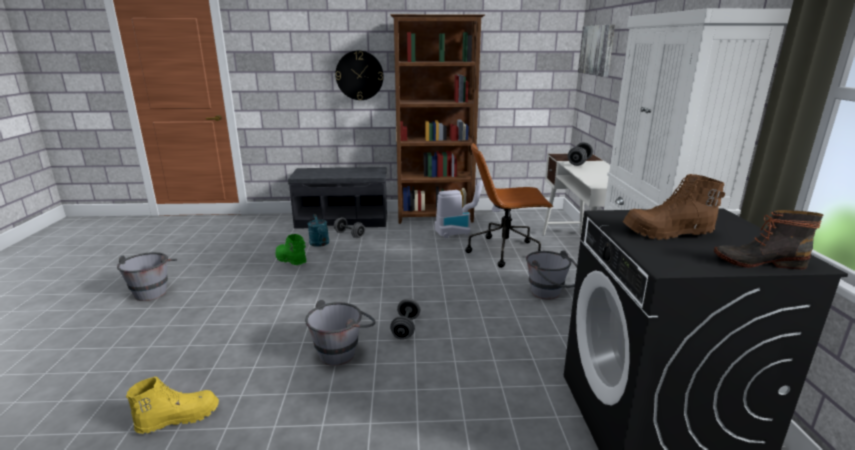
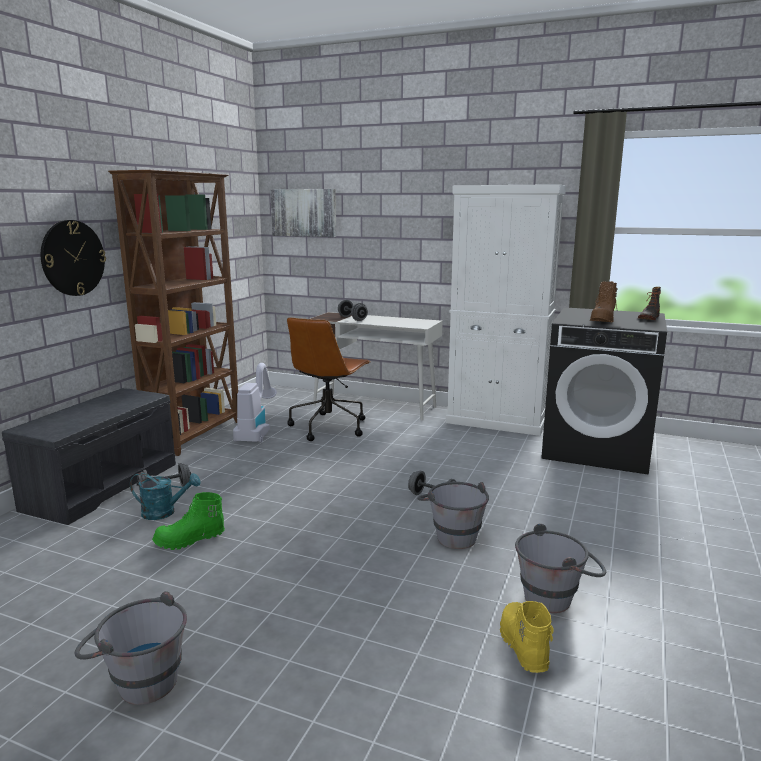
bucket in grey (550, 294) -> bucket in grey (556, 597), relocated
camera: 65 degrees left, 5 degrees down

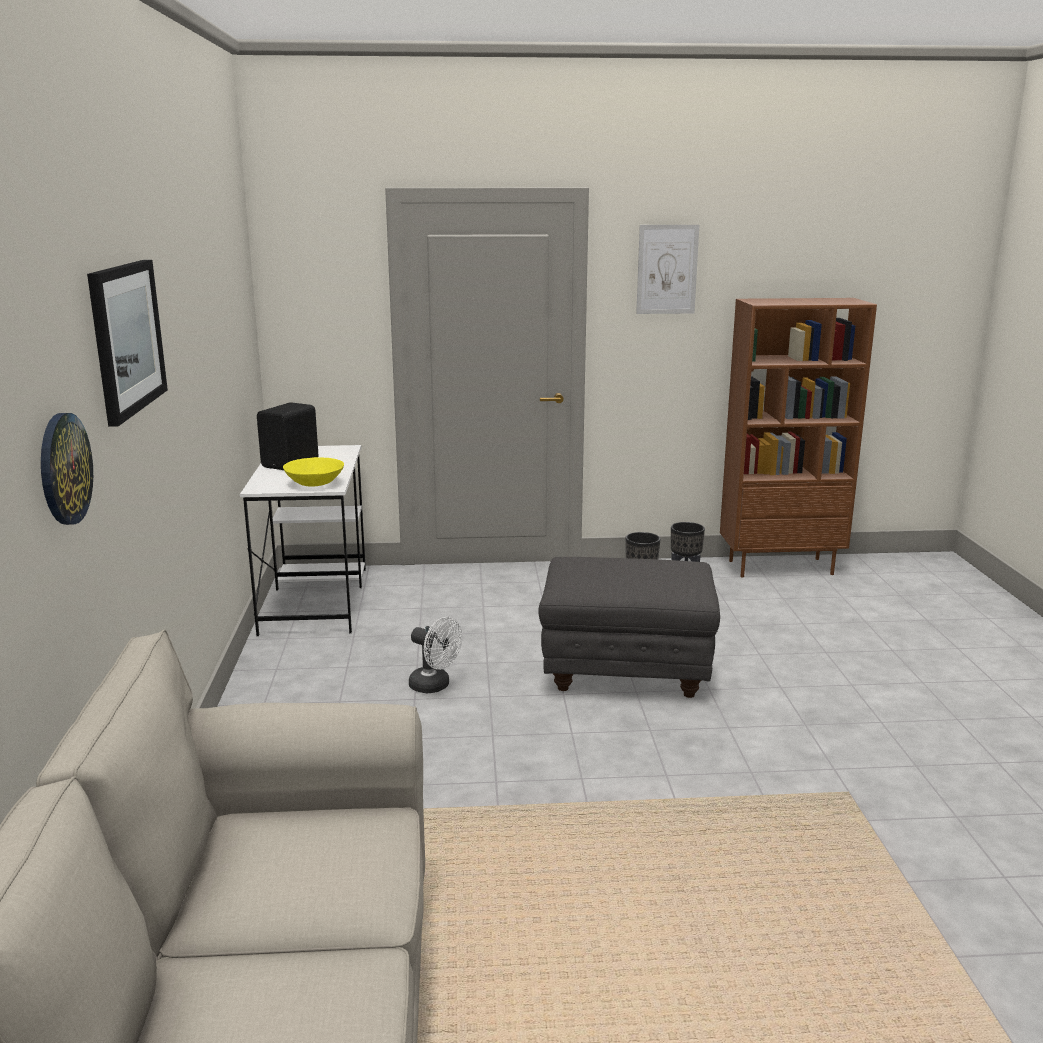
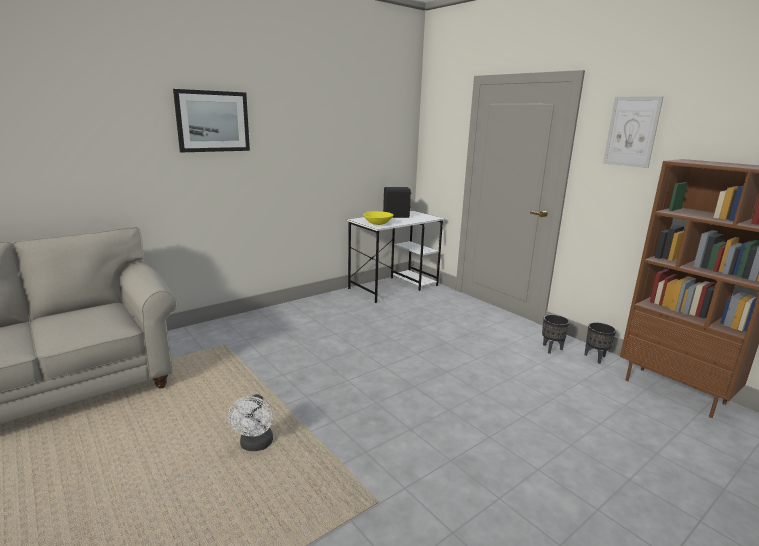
fan in white (435, 686) -> fan in white (255, 445), relocated
wall clock (64, 468) -> none
ottoman in grey (627, 674) -> none
camera: 55 degrees right, 0 degrees up

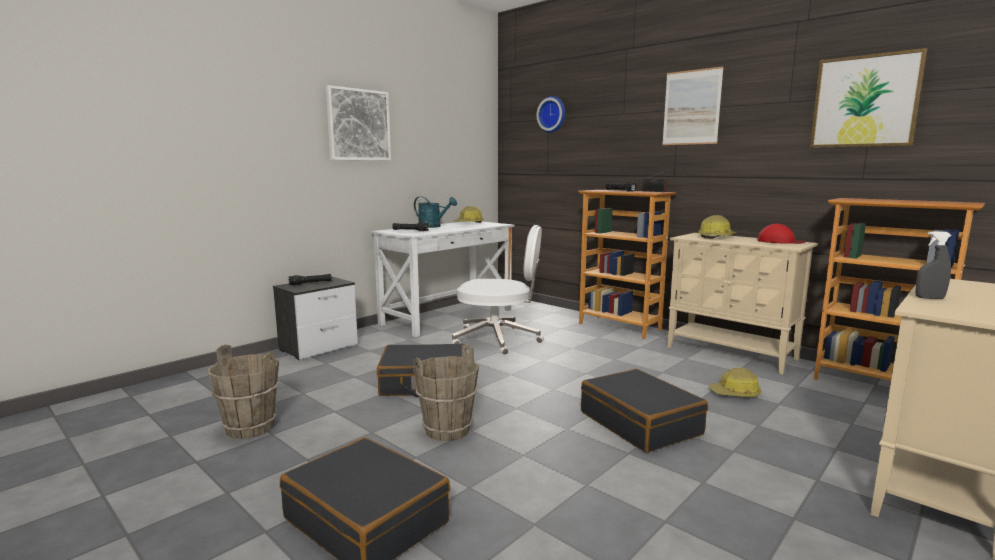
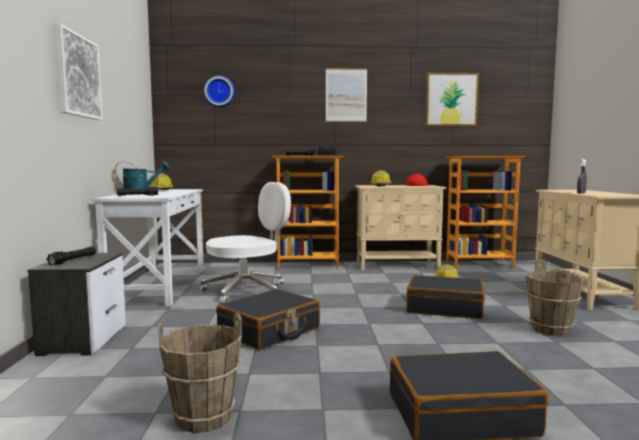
bucket in brown (448, 430) -> bucket in brown (551, 329), relocated
camera: 45 degrees left, 5 degrees down

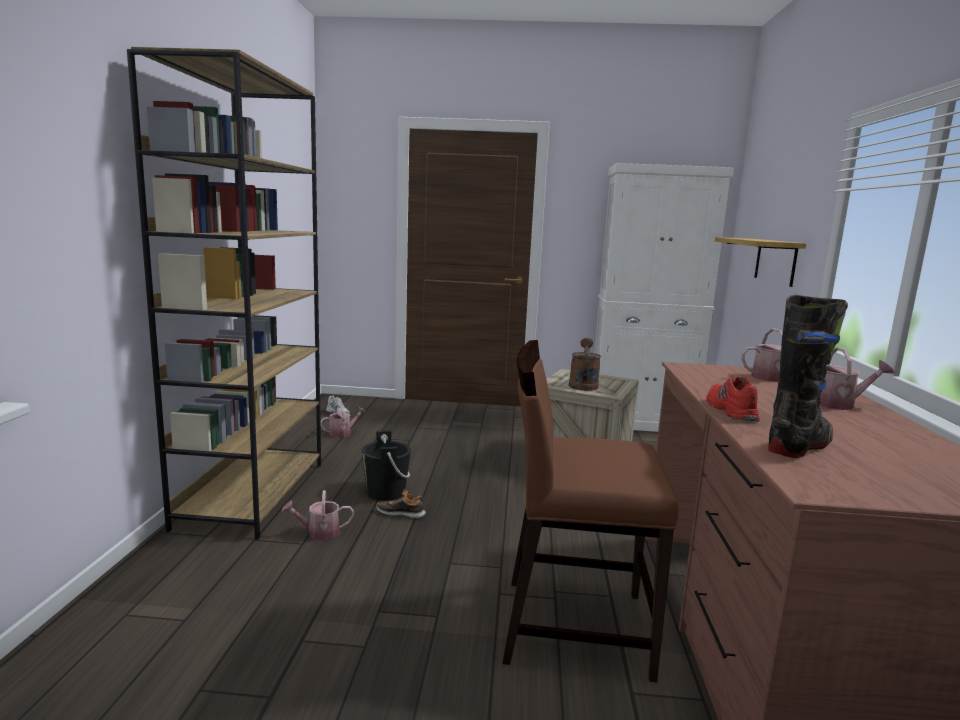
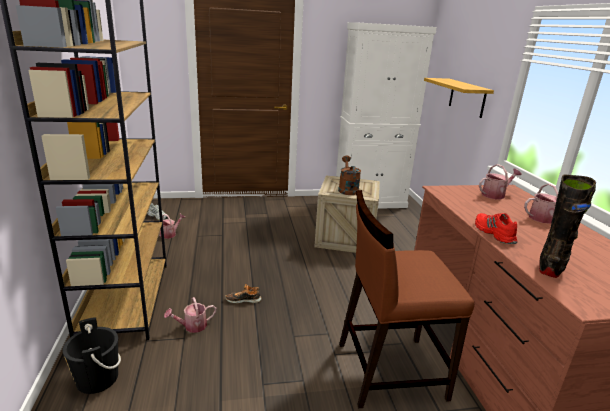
bucket in black (385, 492) -> bucket in black (97, 378), relocated
camera: 15 degrees left, 10 degrees up

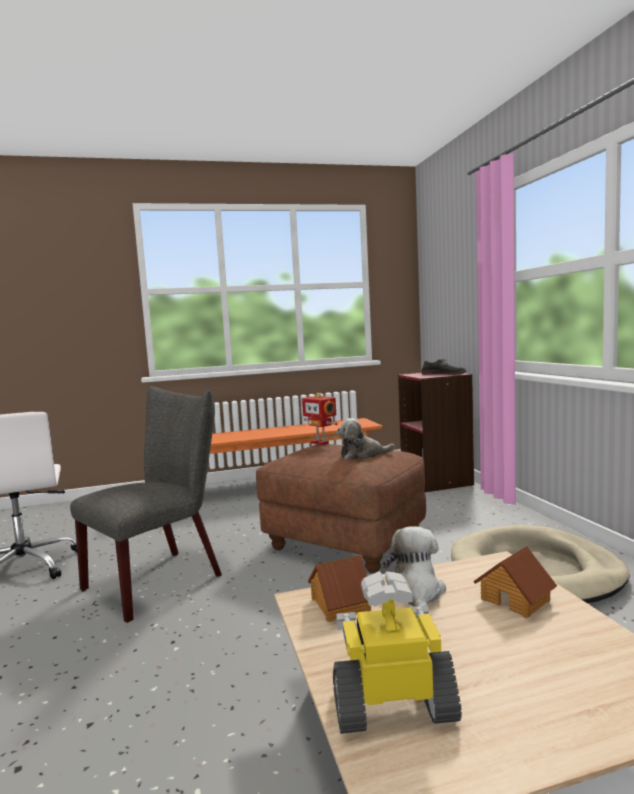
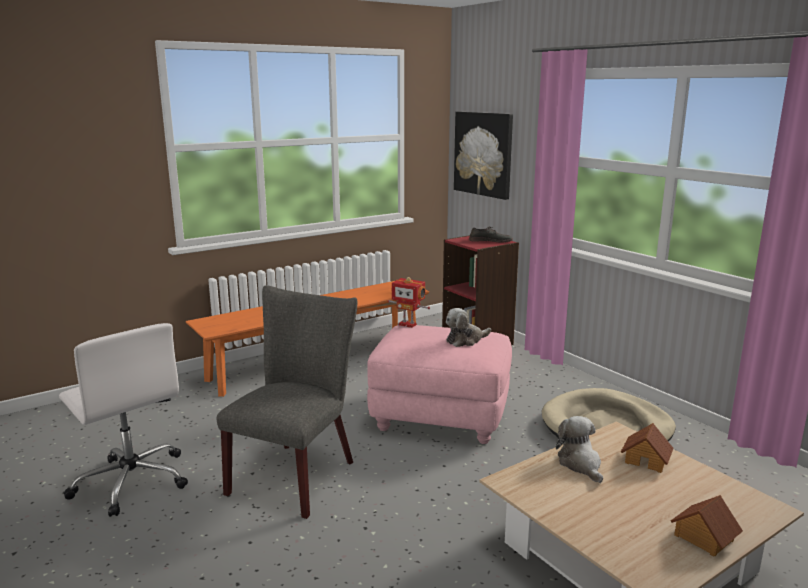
ottoman in brown (345, 543) -> ottoman in pink (441, 417)
none -> picture (483, 154)
toy house (339, 604) -> toy house (703, 537), relocated
toy robot (393, 706) -> none
camera: 20 degrees left, 10 degrees up

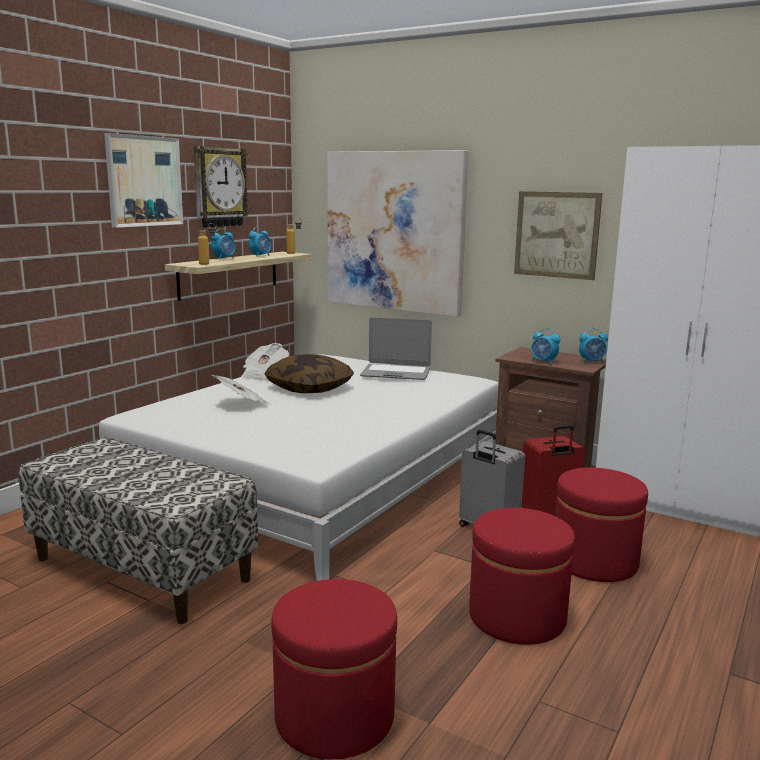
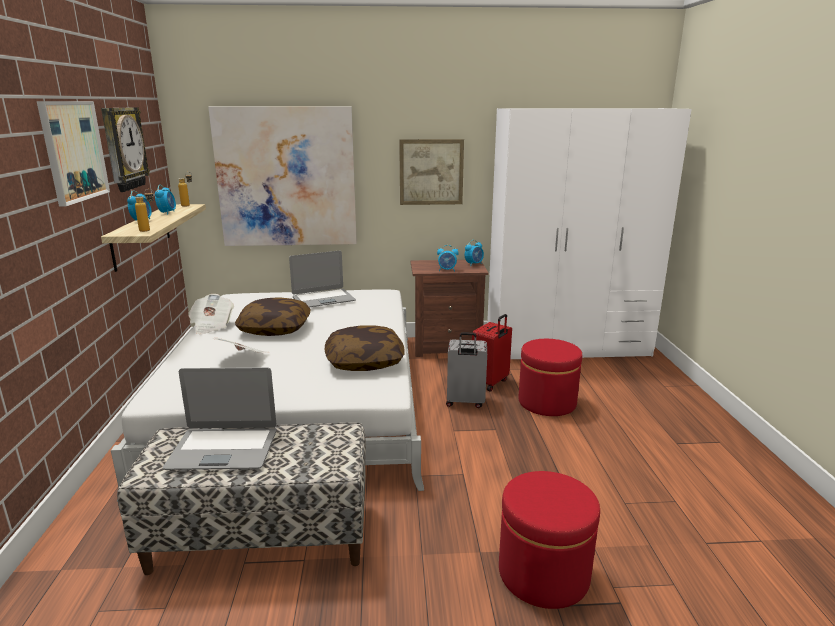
none -> laptop (223, 449)
none -> pillow (364, 361)
ottoman in red (517, 617) -> none
camera: 35 degrees left, 5 degrees up

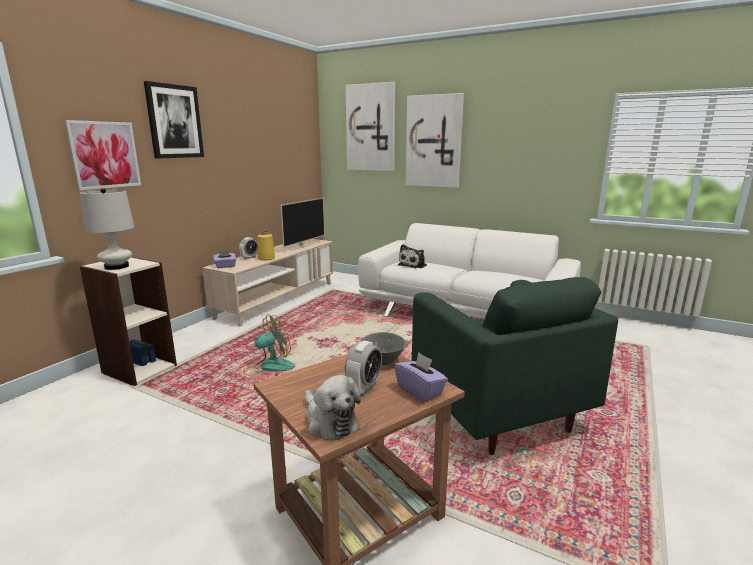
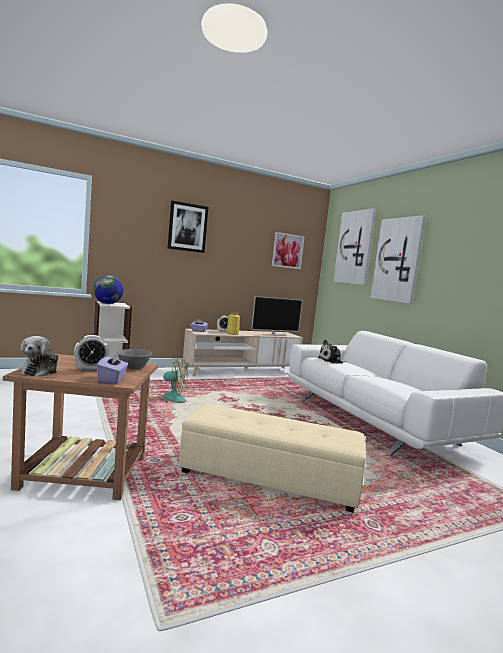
table lamp in white (117, 266) -> globe (107, 304)
armchair in green (497, 413) -> ottoman in beige (269, 479)
picture (104, 155) -> picture (287, 251), relocated
camera: 35 degrees right, 10 degrees down

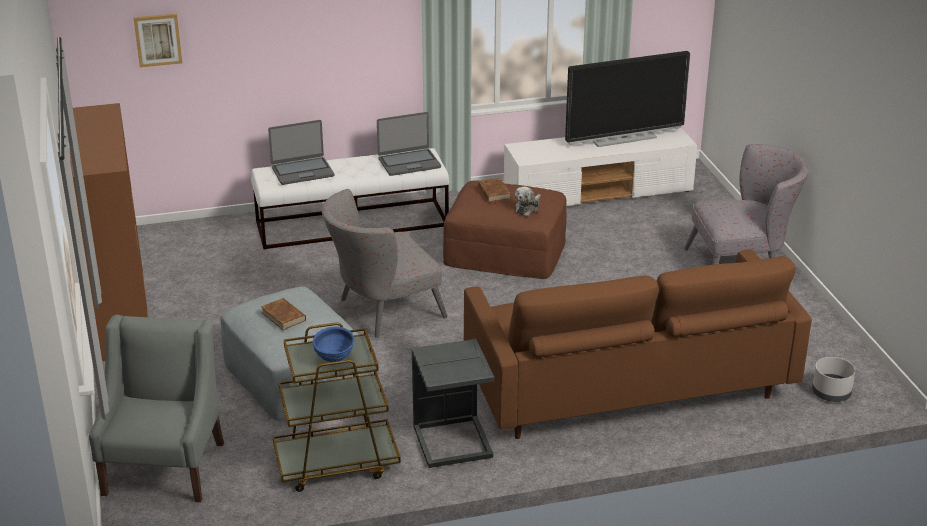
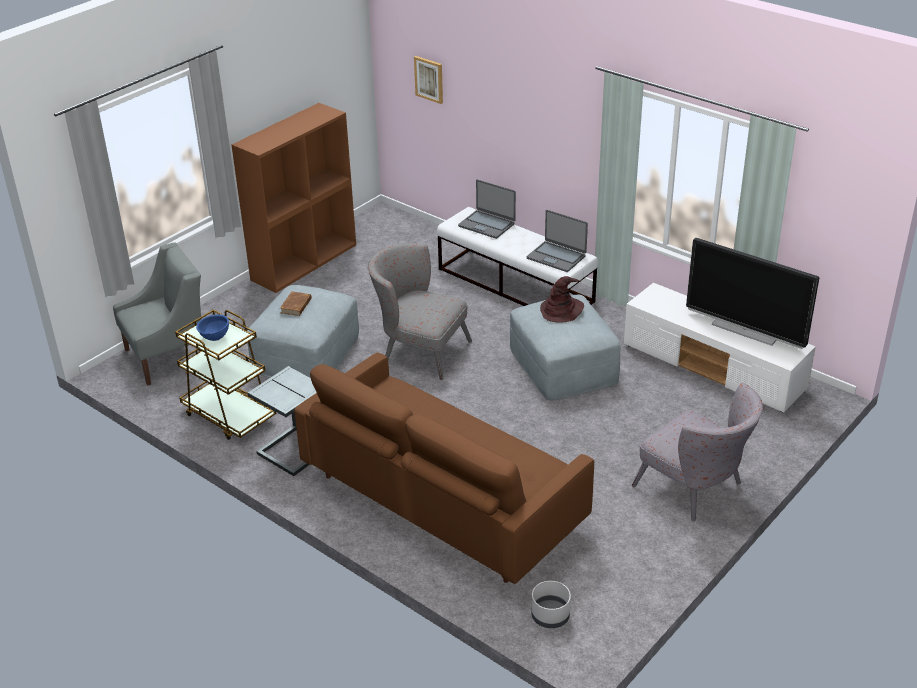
ottoman in brown (505, 251) -> ottoman in grey (563, 364)
book in brown (494, 193) -> hat in brown (561, 310)
plush toy (528, 208) -> none
camera: 55 degrees right, 5 degrees up

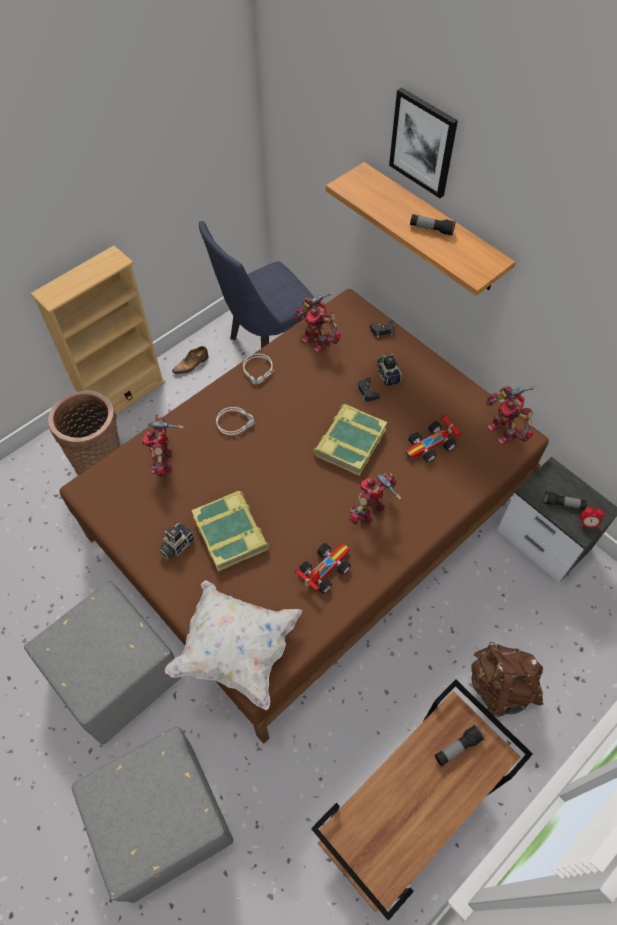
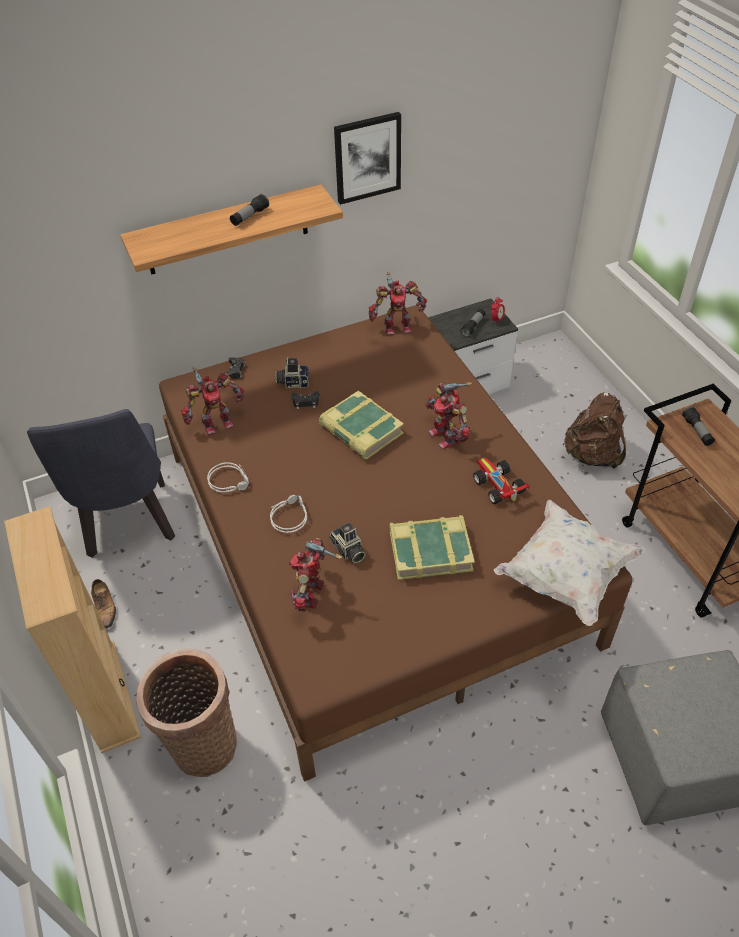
toy robot (164, 462) -> toy robot (312, 593), 90 degrees clockwise
photo camera (176, 545) -> photo camera (348, 550), relocated
picture (423, 143) -> picture (367, 157), relocated
ottoman in grey (118, 674) -> none
toy car (431, 445) -> none
camera: 70 degrees left, 10 degrees down

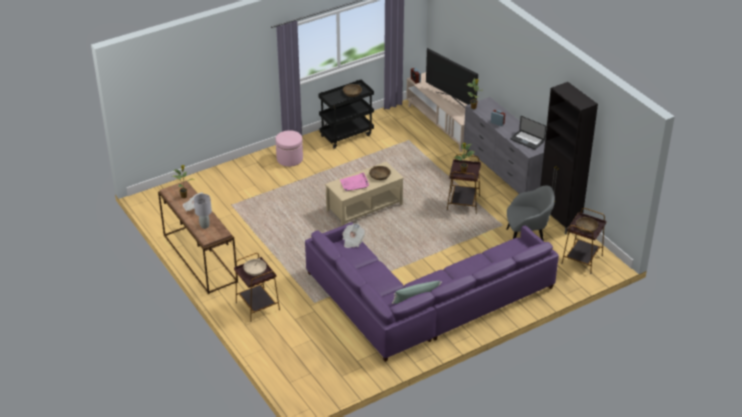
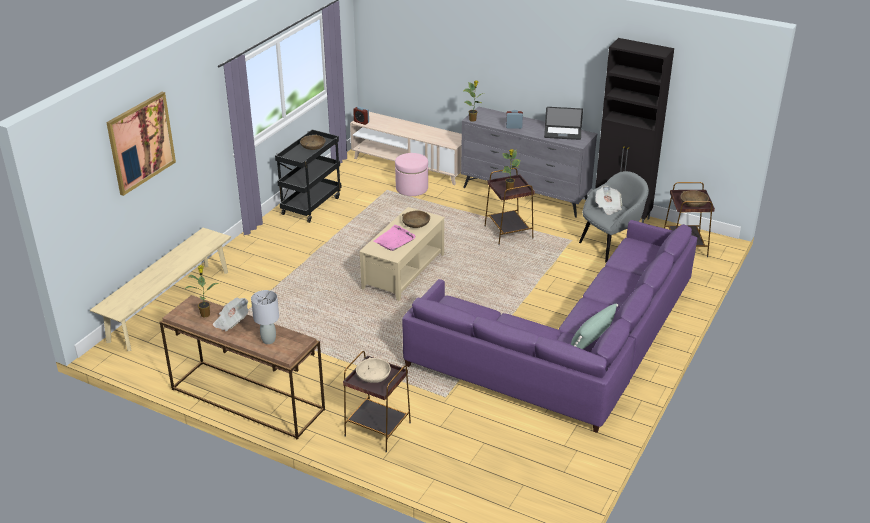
none -> bench in beige (170, 305)
none -> picture (141, 142)
ottoman in pink (289, 159) -> ottoman in pink (412, 188), relocated
newspaper (352, 241) -> newspaper (608, 207), relocated
television (450, 99) -> none
camera: 30 degrees left, 5 degrees down

